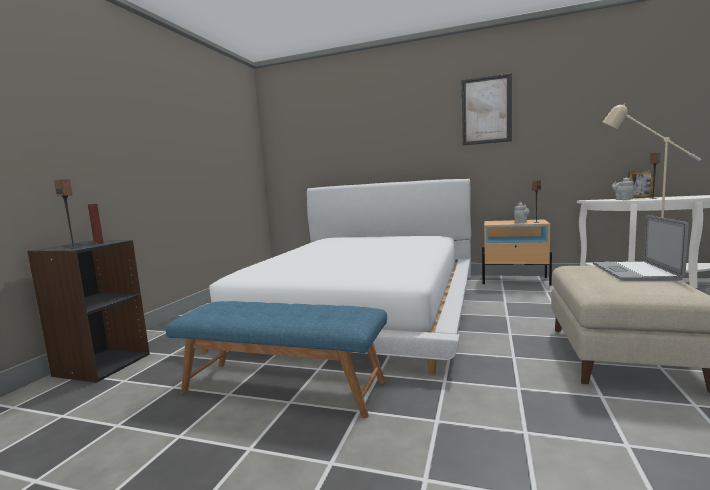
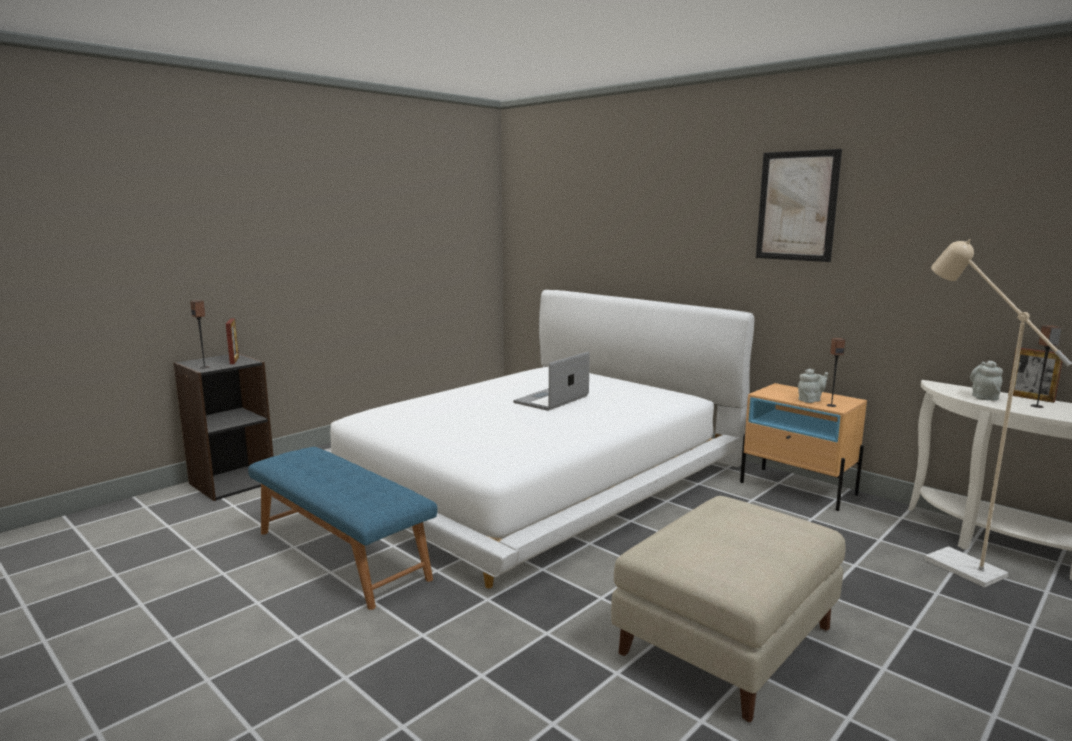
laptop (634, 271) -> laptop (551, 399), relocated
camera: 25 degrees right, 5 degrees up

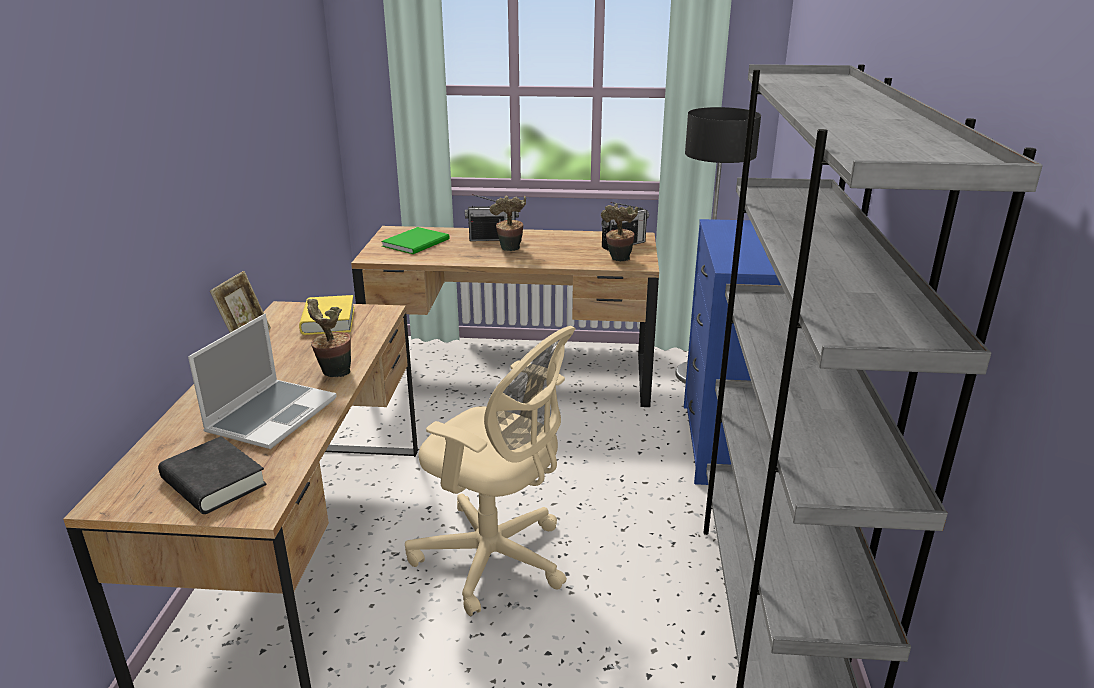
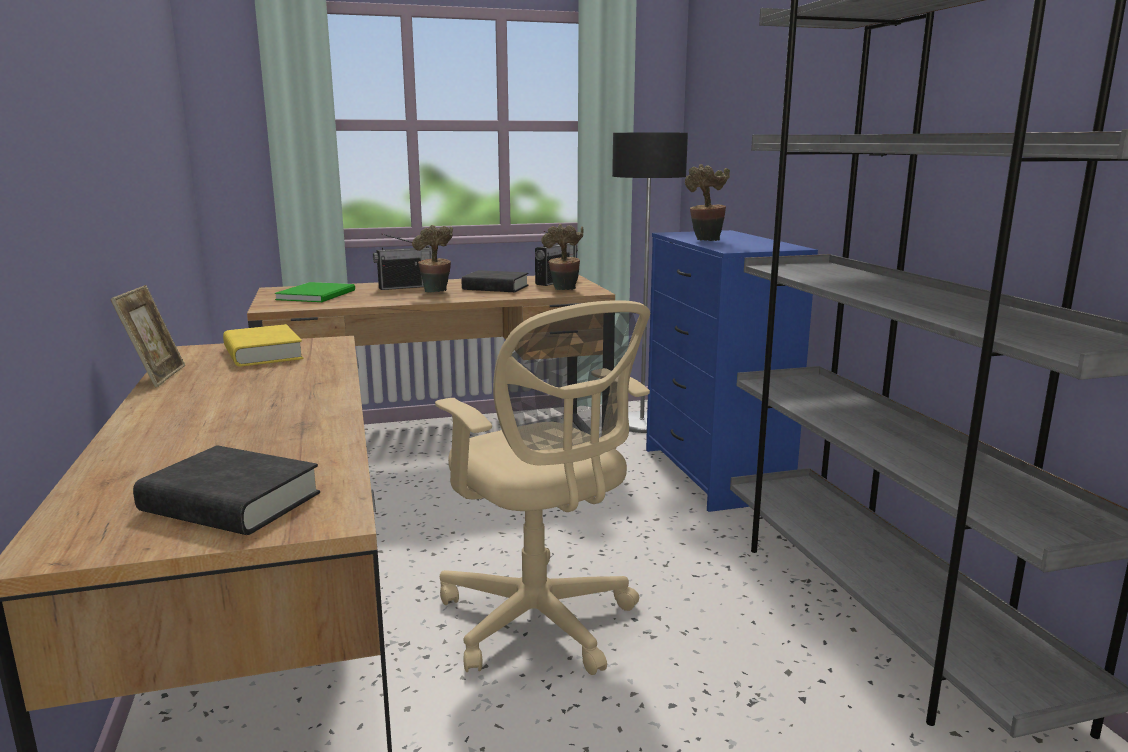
office chair in beige (496, 560) -> office chair in beige (540, 623), 45 degrees clockwise
none -> book in black (495, 287)
potted plant (333, 373) -> potted plant (705, 241), relocated
laptop (272, 415) -> none
camera: 20 degrees left, 10 degrees down

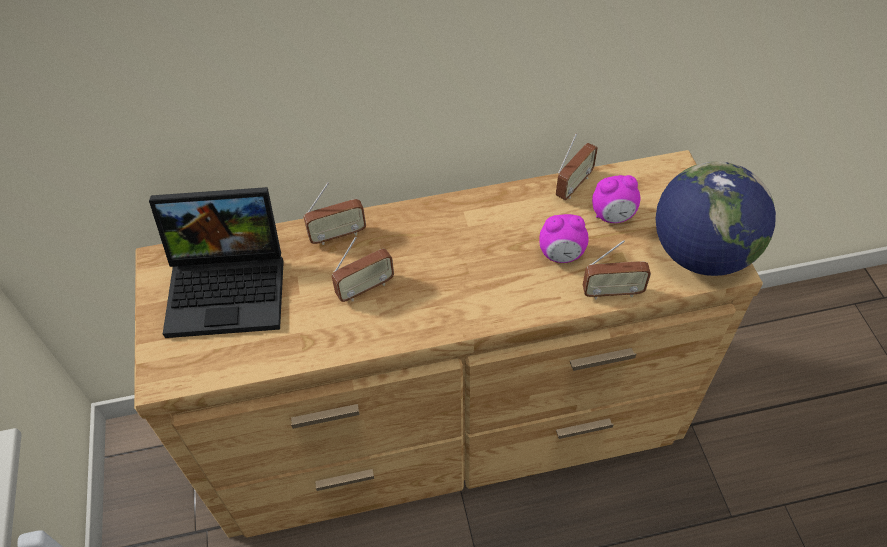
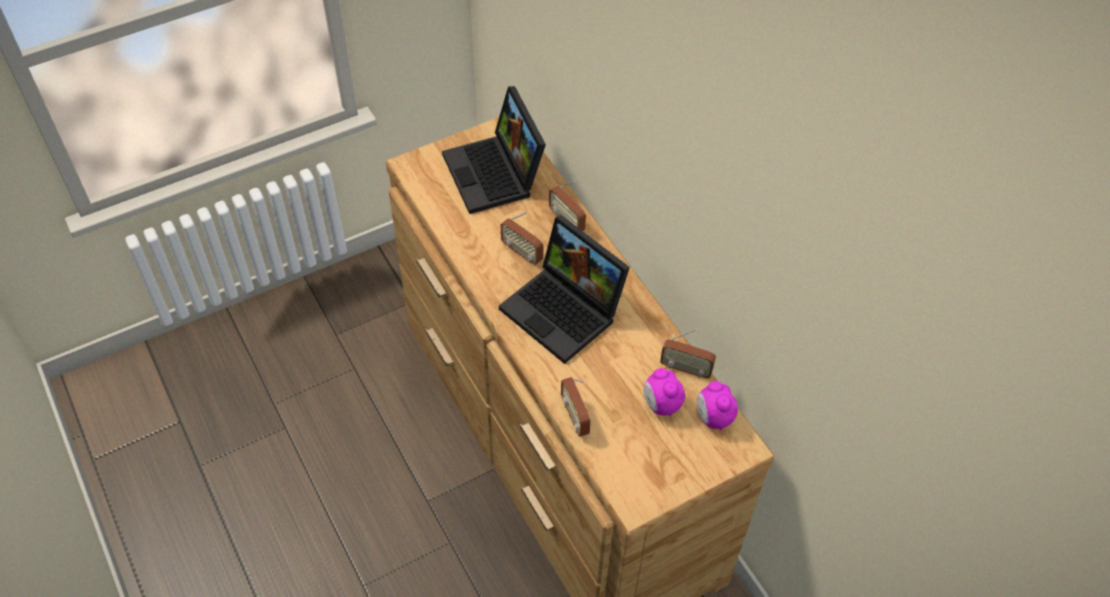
none -> laptop (565, 311)
alarm clock (561, 255) -> alarm clock (713, 418), relocated
globe (700, 254) -> none
camera: 70 degrees right, 0 degrees up

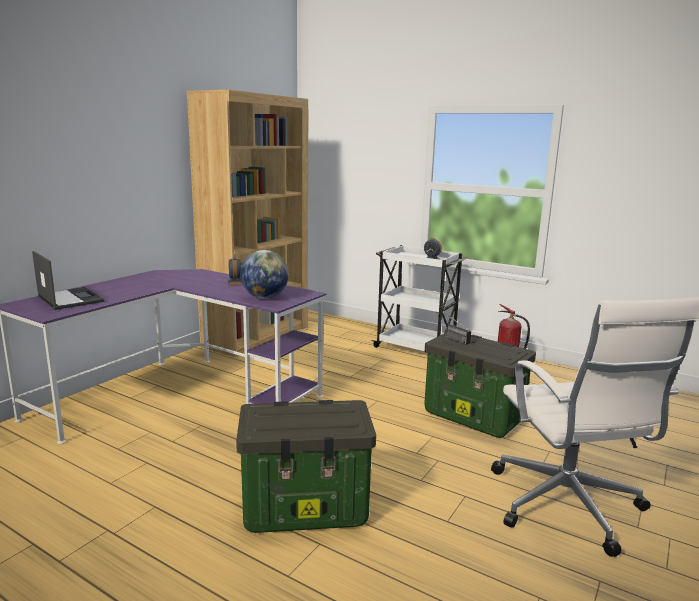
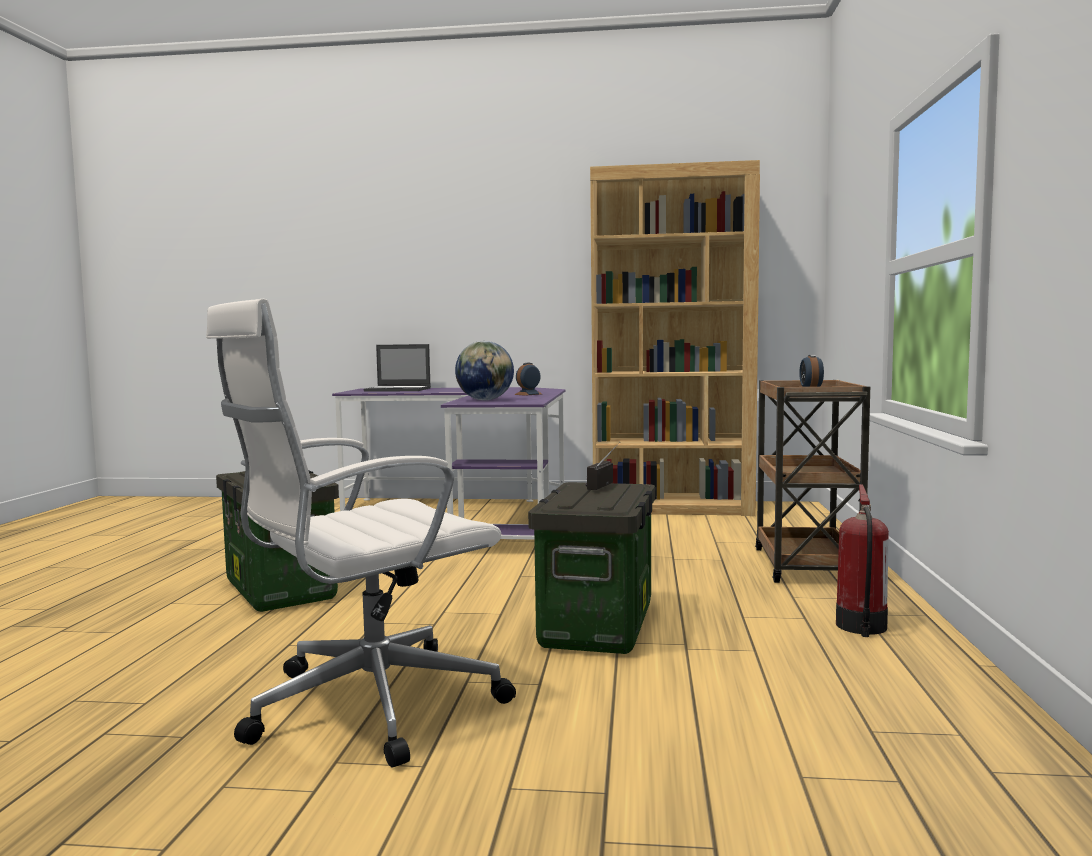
laptop (70, 299) -> laptop (398, 389), 75 degrees clockwise
cart in white (415, 348) -> cart in brown (806, 567)
camera: 65 degrees right, 10 degrees down

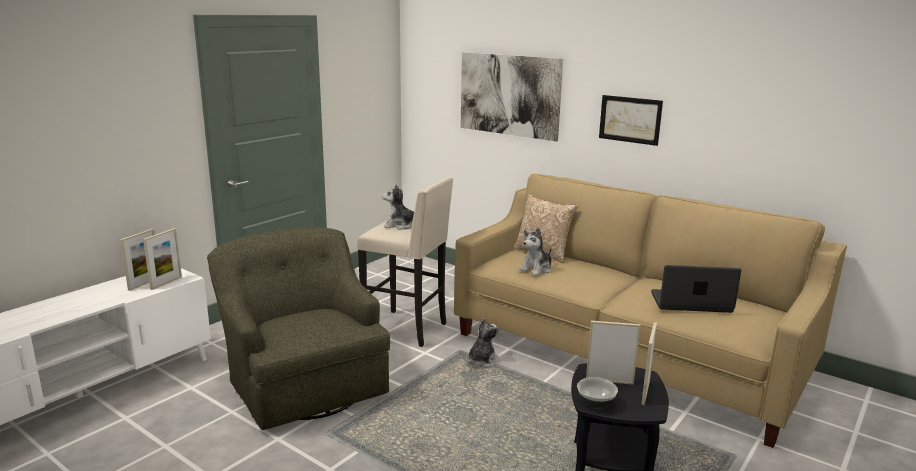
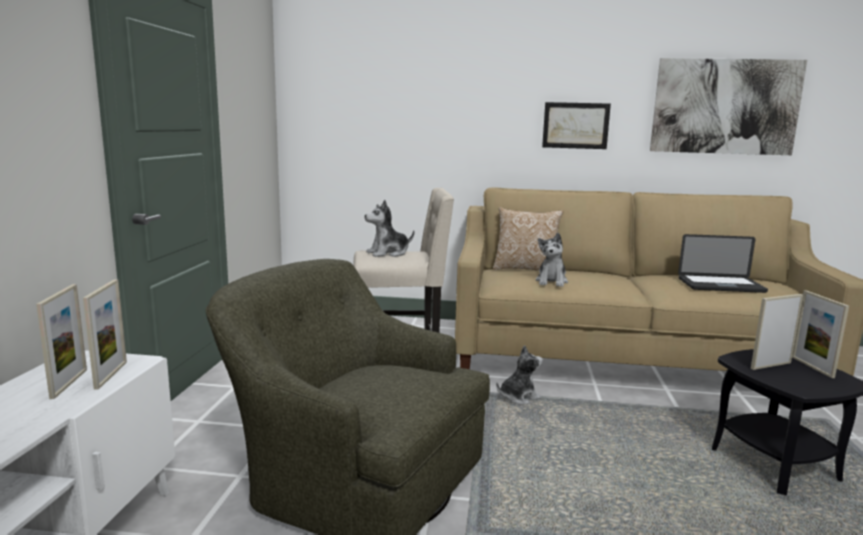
plush toy (481, 361) -> plush toy (518, 397), 60 degrees clockwise
picture (509, 95) -> picture (725, 107), relocated
laptop (691, 303) -> laptop (720, 285), 150 degrees counterclockwise
bowl (596, 403) -> none
camera: 30 degrees left, 5 degrees down

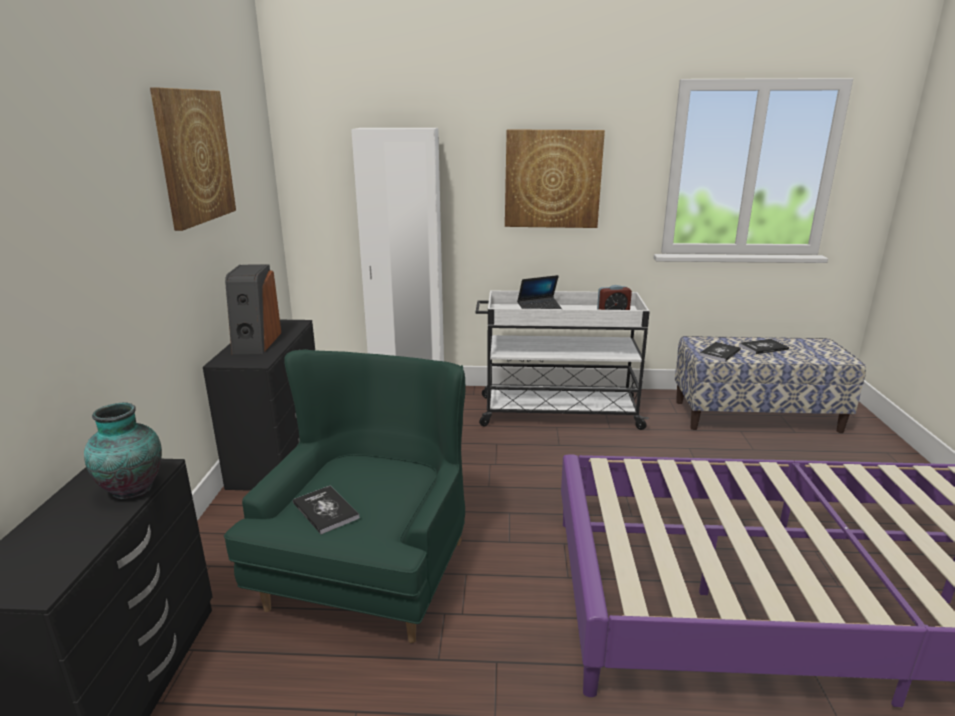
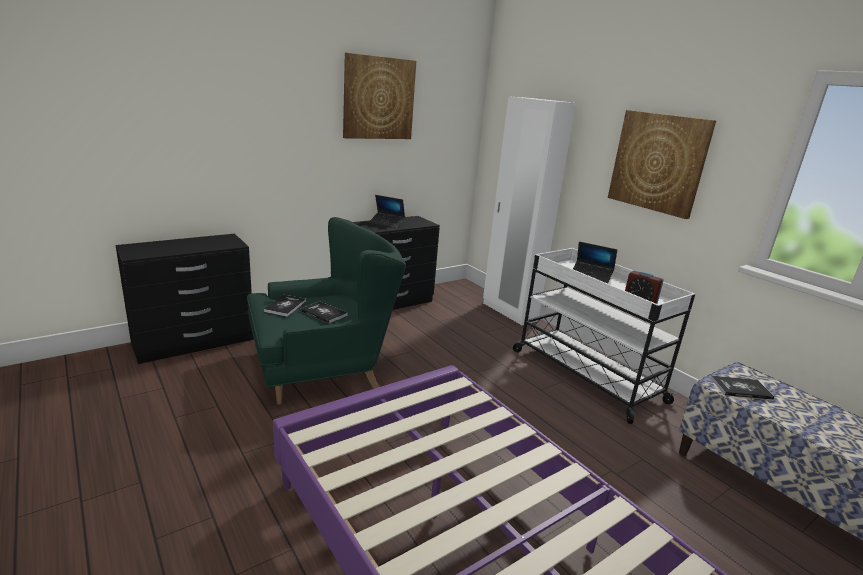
book (763, 347) -> book (324, 313), relocated
speaker (256, 343) -> laptop (386, 223)
vase (132, 488) -> none
camera: 50 degrees right, 0 degrees up

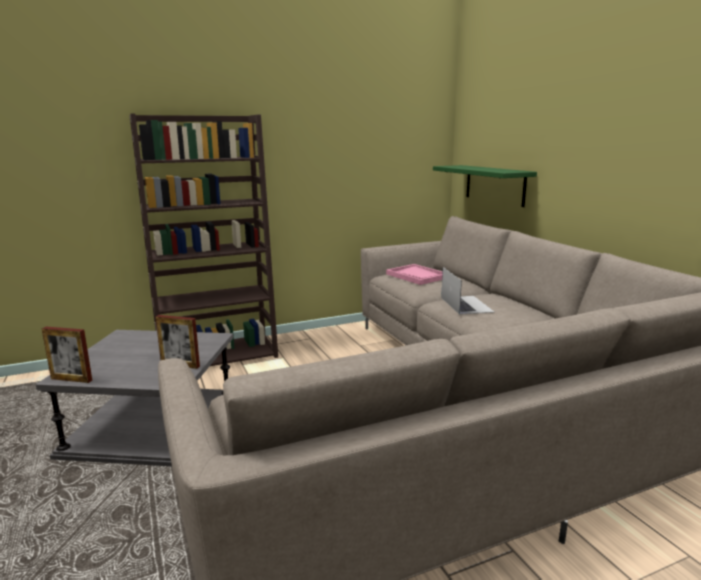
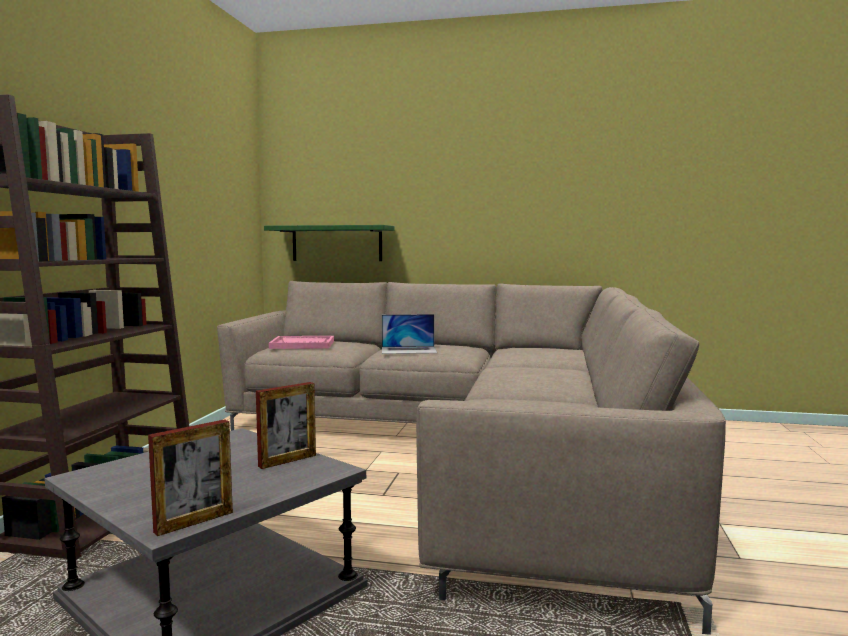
laptop (466, 304) -> laptop (409, 350), 150 degrees clockwise
camera: 55 degrees left, 10 degrees down

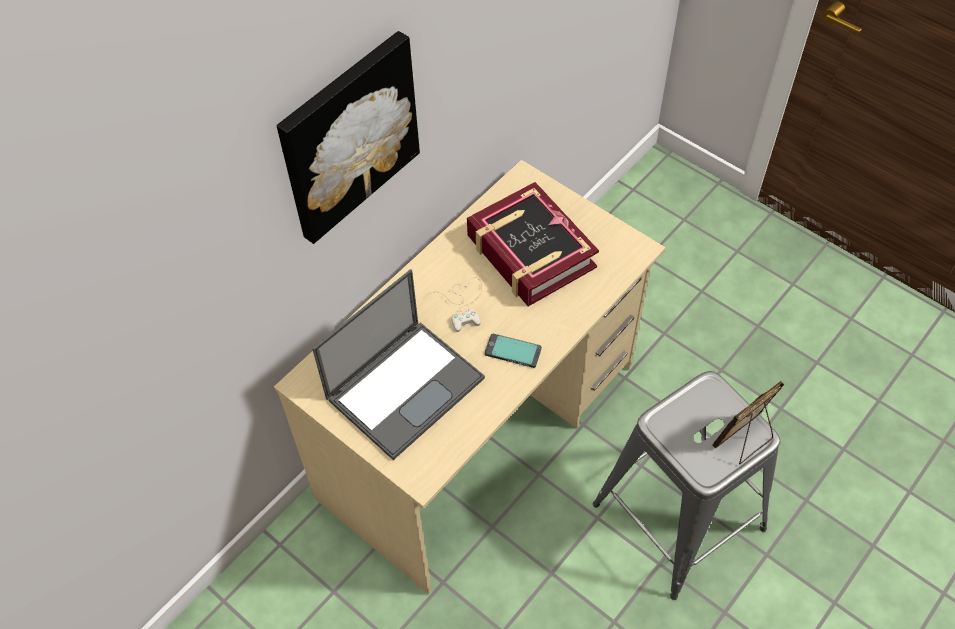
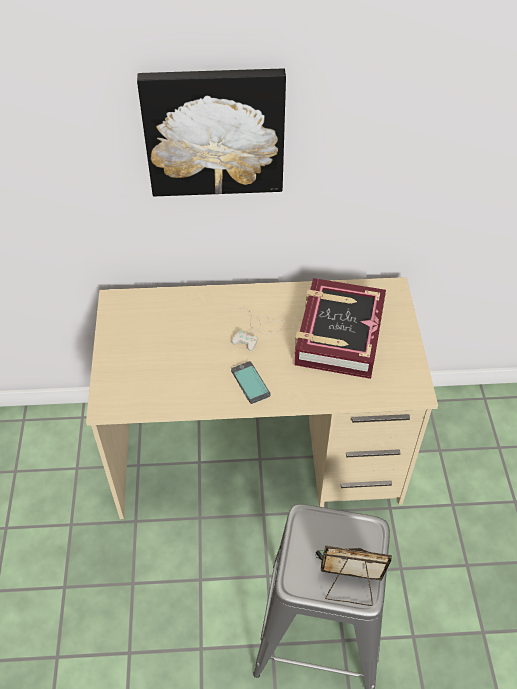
laptop (406, 386) -> none
camera: 45 degrees right, 5 degrees down

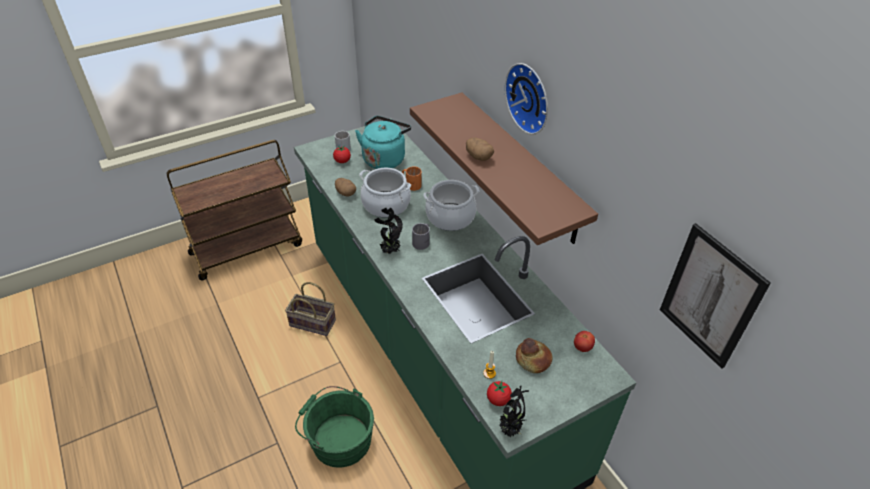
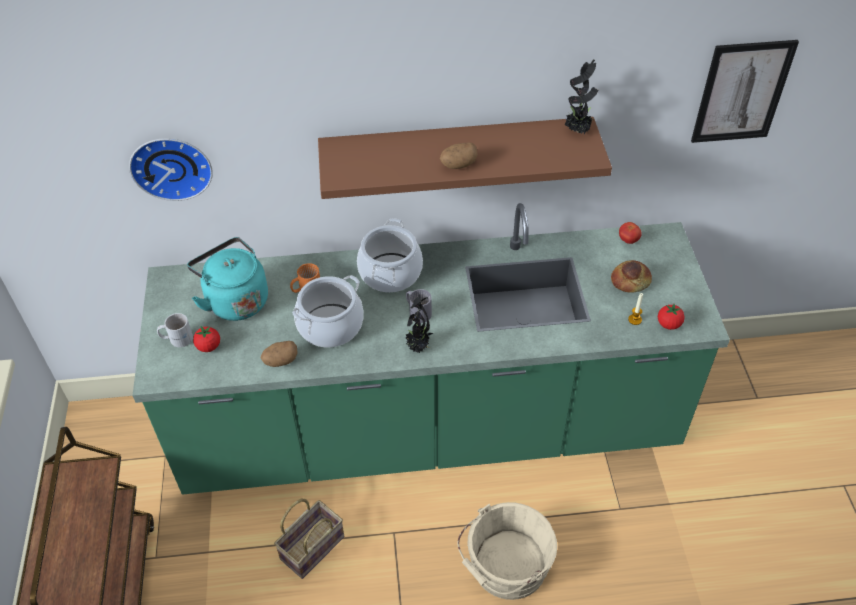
wall clock (530, 97) -> wall clock (171, 165), relocated
bucket in green (338, 438) -> bucket in beige (505, 567)
potted plant (510, 430) -> potted plant (578, 131), relocated
camera: 65 degrees left, 5 degrees up

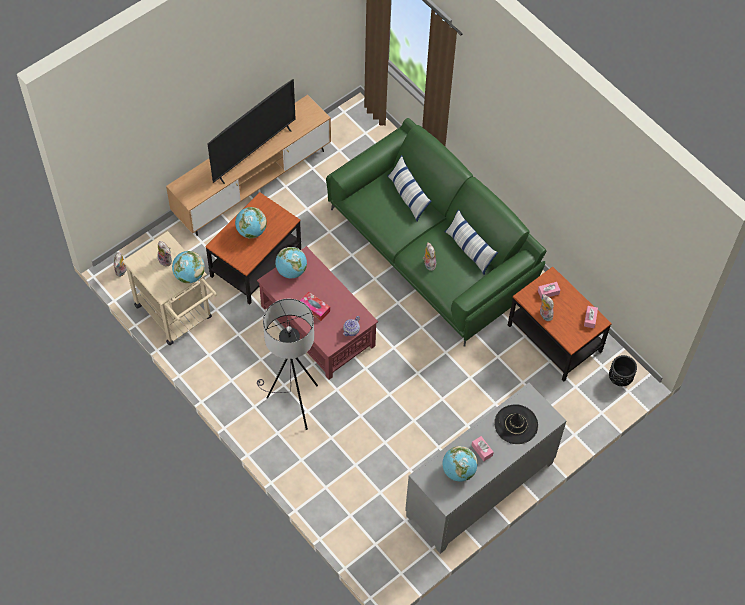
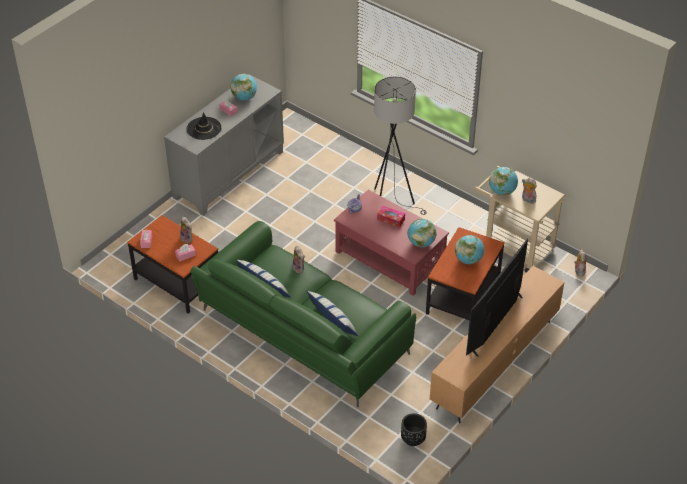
planter in black (620, 378) -> planter in black (413, 439), relocated
camera: 170 degrees right, 15 degrees down

